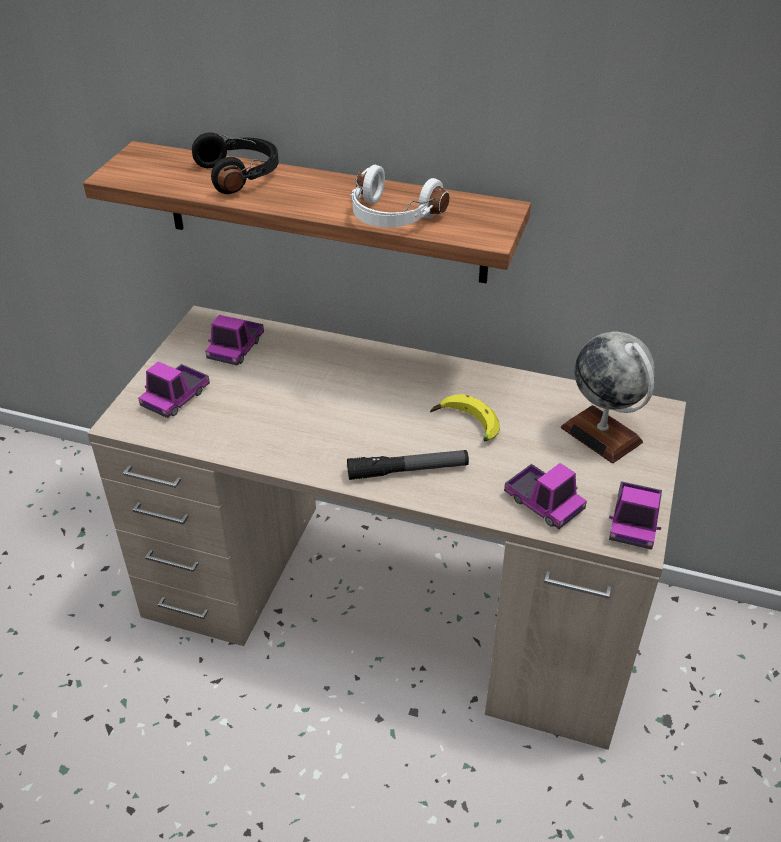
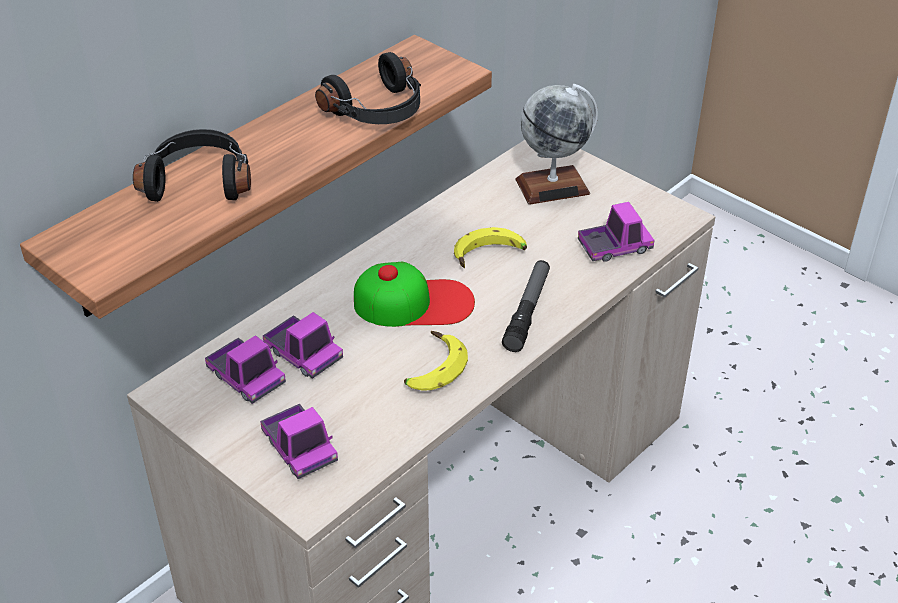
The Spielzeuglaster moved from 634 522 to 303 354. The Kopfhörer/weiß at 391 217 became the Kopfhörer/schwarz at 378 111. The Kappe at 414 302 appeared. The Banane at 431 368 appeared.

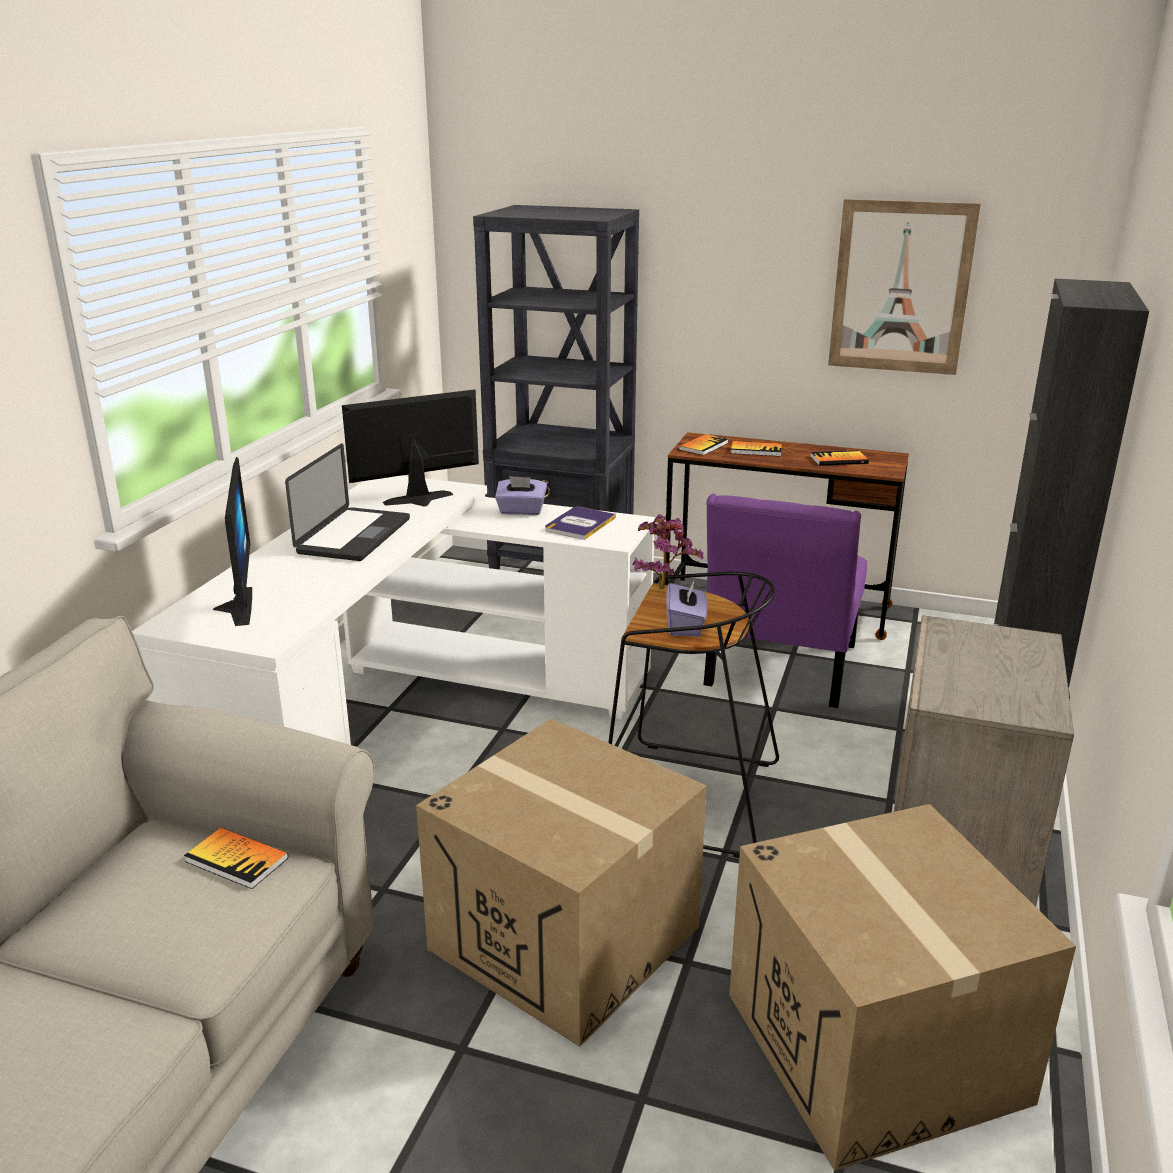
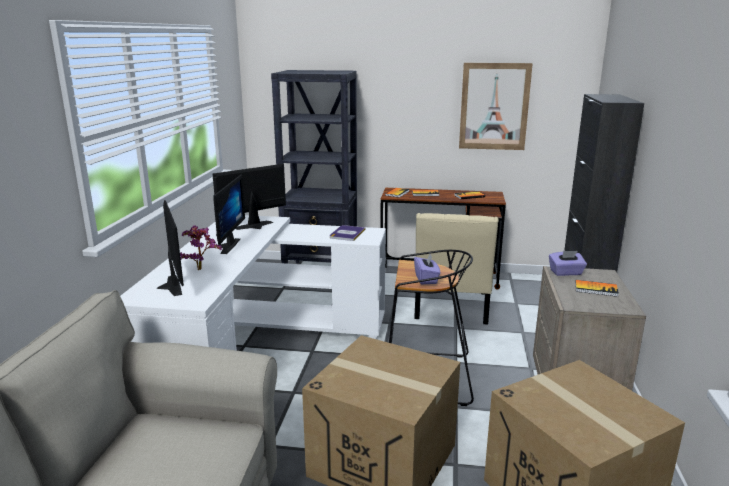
The Topfpflanze moved from 663 587 to 201 268. The Laptop at 354 536 was replaced by the Monitor at 225 246. The Stuhl/lila at 778 670 became the Stuhl/beige at 451 308. The Taschentuchbox/lila moved from 521 511 to 566 273. The Buch moved from 237 860 to 596 289.

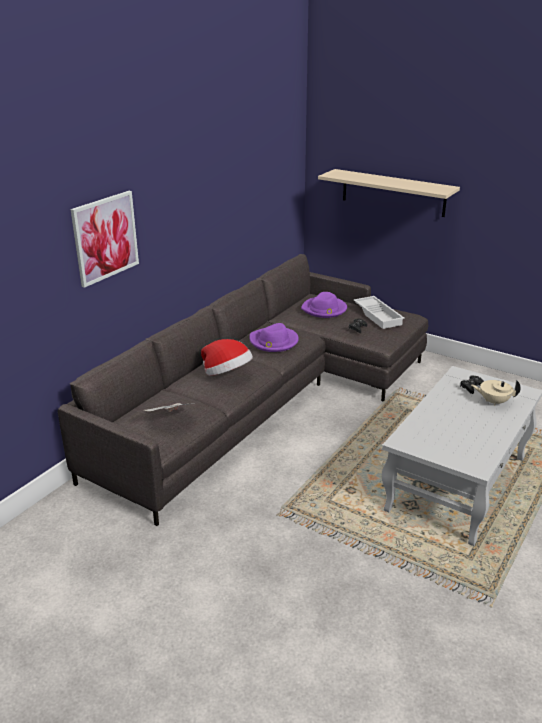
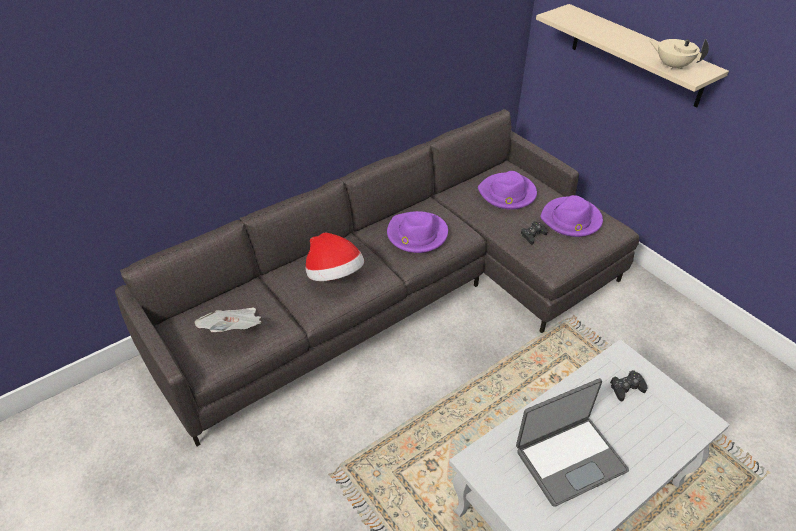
The Laptop at 569 458 appeared. The Tablett/weiß at 378 315 was replaced by the Hut/lila at 571 220. The Teekanne/beige moved from 493 401 to 672 66. The Bild at 105 238 disappeared.

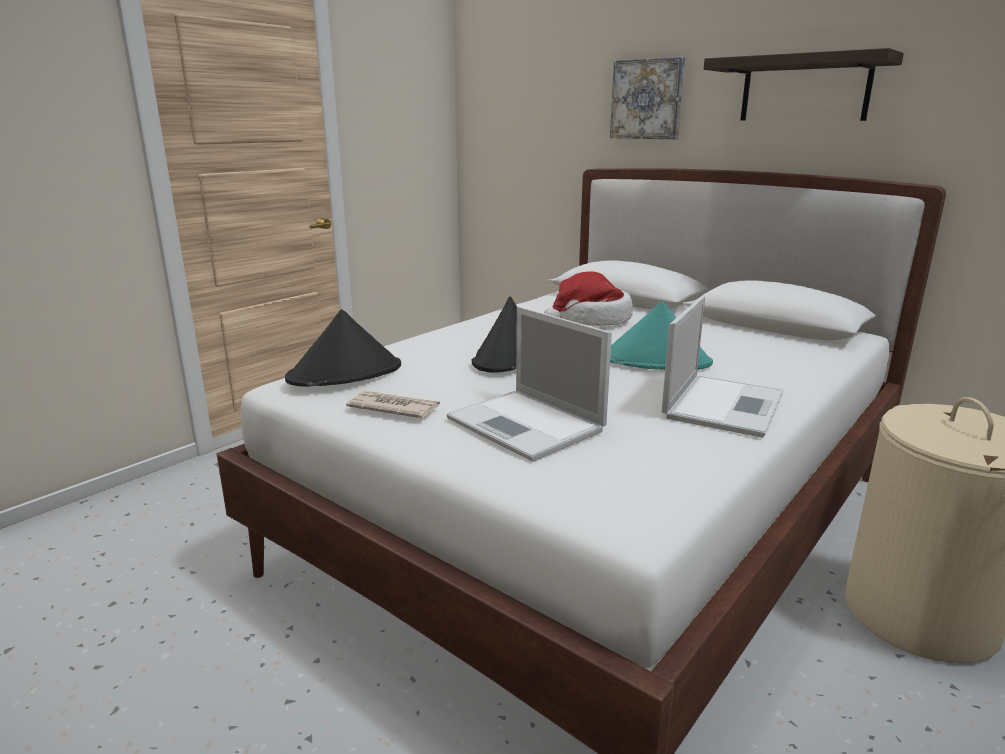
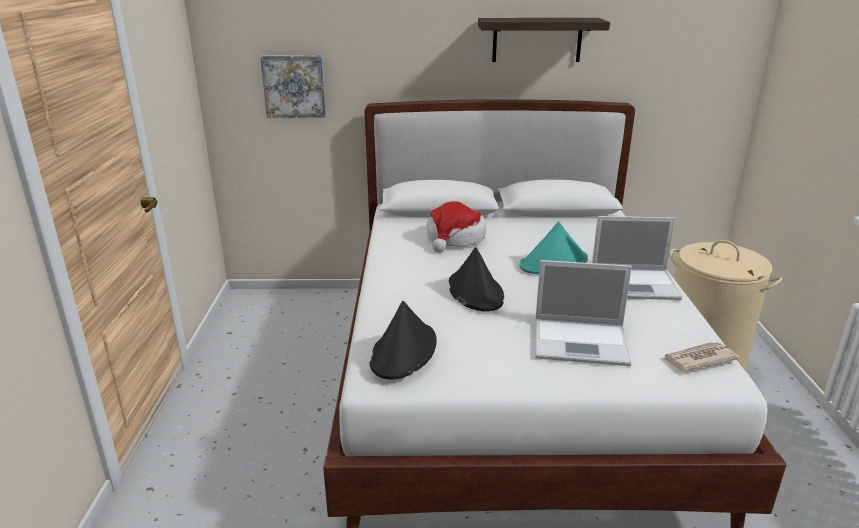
The Bild moved from 648 99 to 294 86. The Laptop at 723 405 turned 105 degrees clockwise. The Zeitung moved from 393 408 to 698 359.

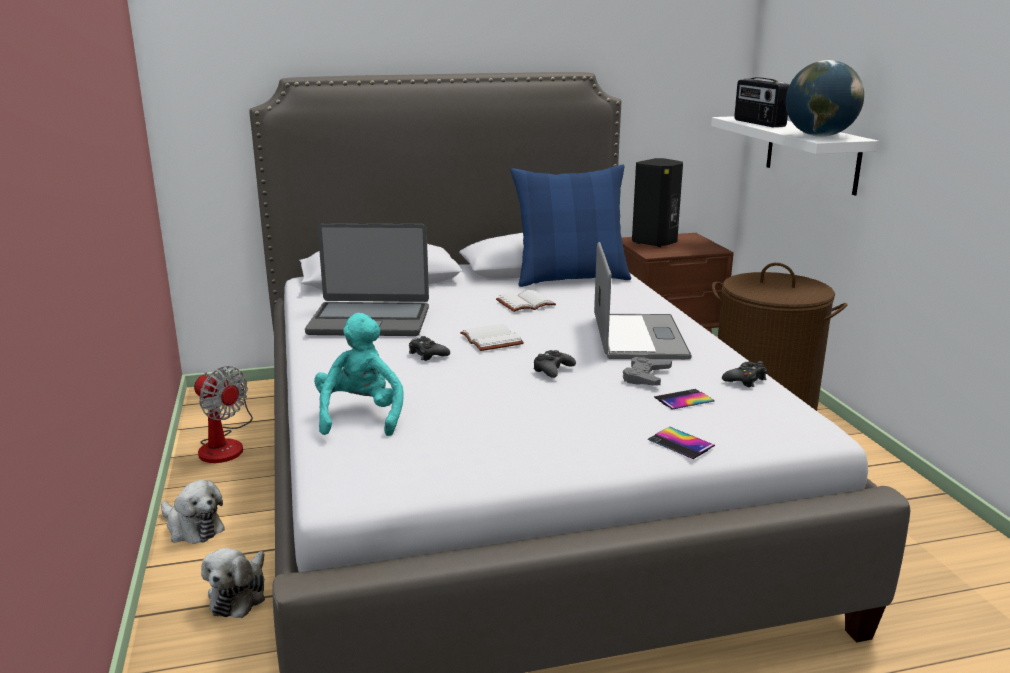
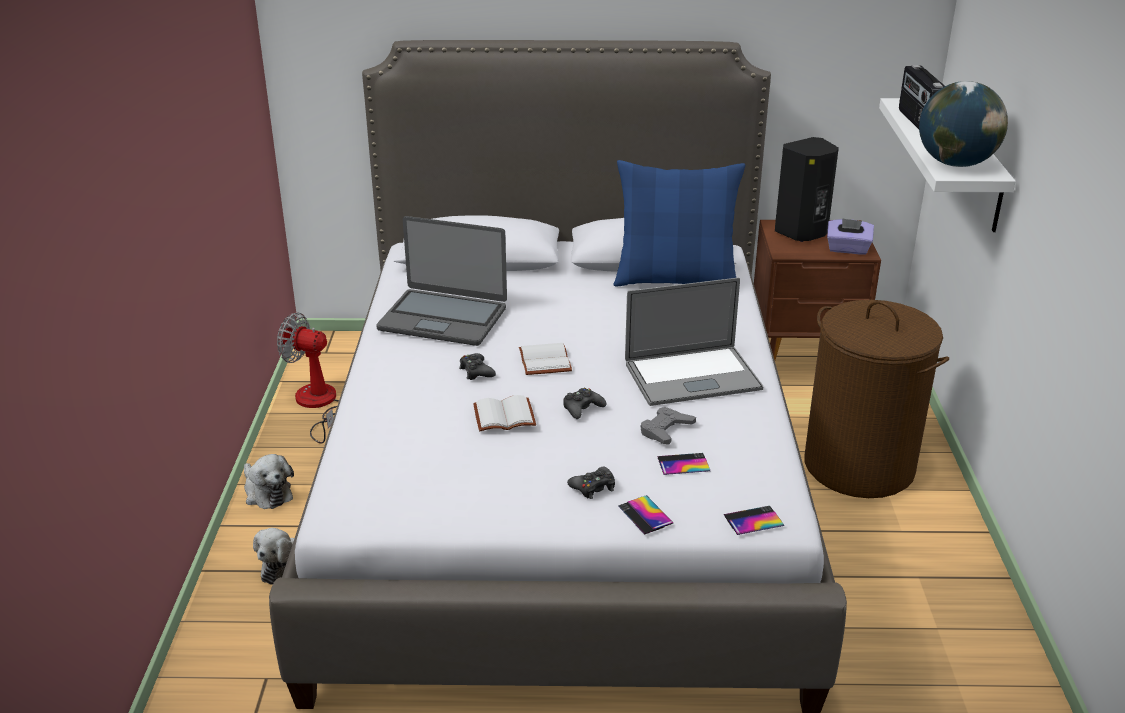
The Ventilator at 225 444 turned 150 degrees clockwise. The Buch/weiß moved from 525 304 to 503 417. The Gamepad/schwarz moved from 745 380 to 593 487. The Laptop at 639 337 turned 60 degrees clockwise. The Handy at 753 520 appeared. The Taschentuchbox/lila at 848 249 appeared. The Plüschtier/türkis at 361 416 disappeared.

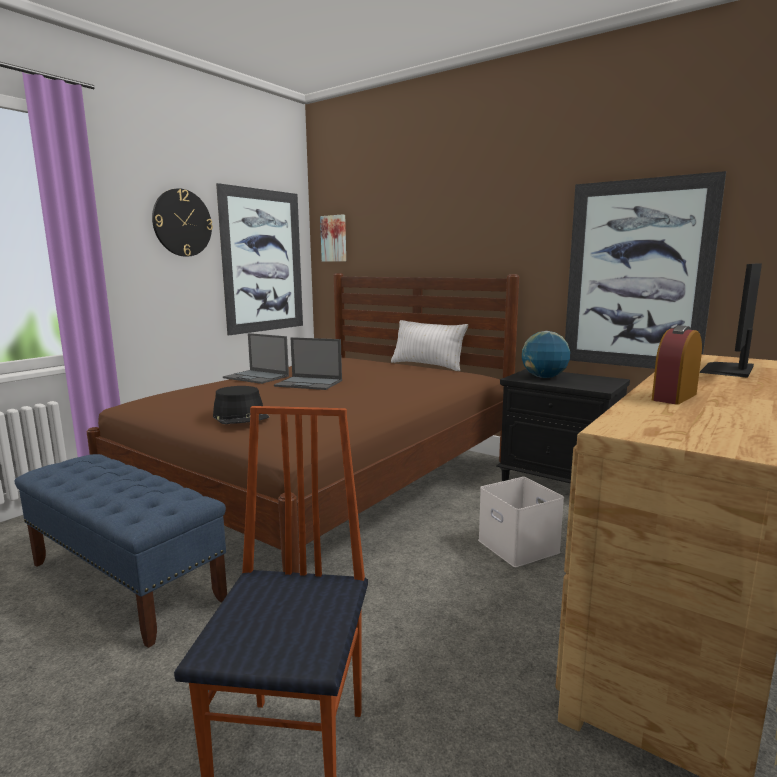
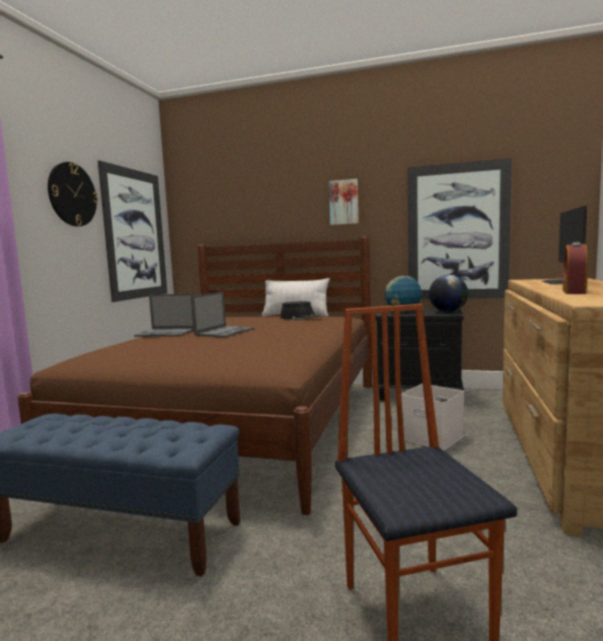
The Laptop at 309 383 turned 60 degrees counterclockwise. The Hut/schwarz moved from 241 416 to 300 317. The Bild moved from 334 238 to 344 202. The Globus at 448 312 appeared.

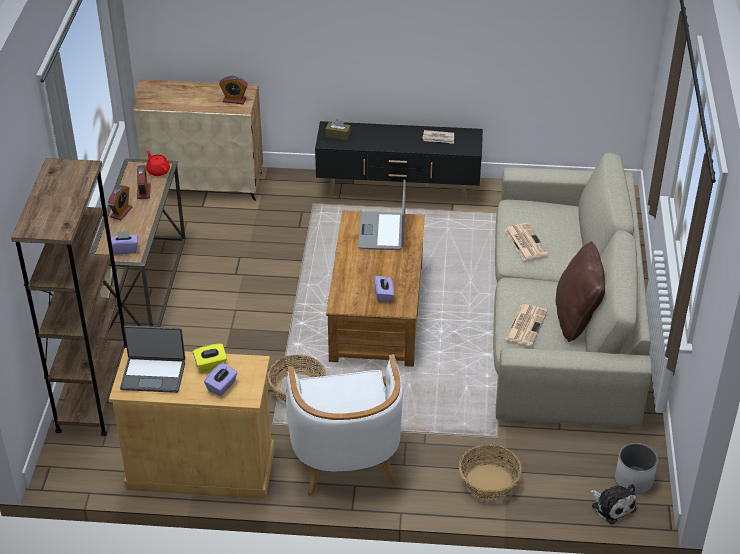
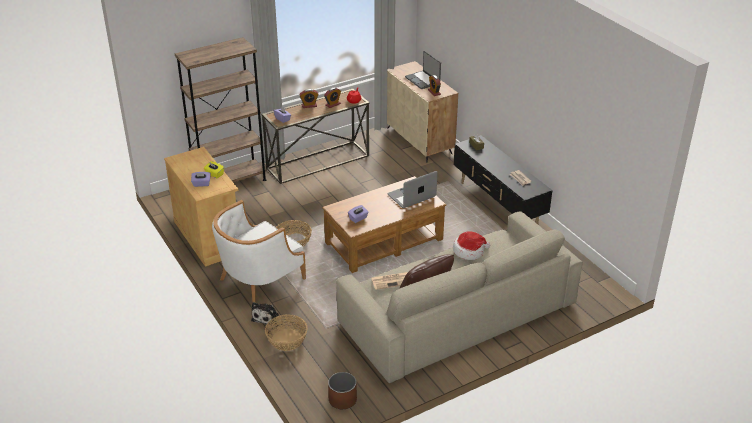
The Plüschtier moved from 612 506 to 266 317. The Pflanzkübel/weiß at 633 480 became the Pflanzkübel/braun at 342 400. The Laptop moved from 153 375 to 423 80. The Zeitung at 525 242 was replaced by the Hut at 469 251.

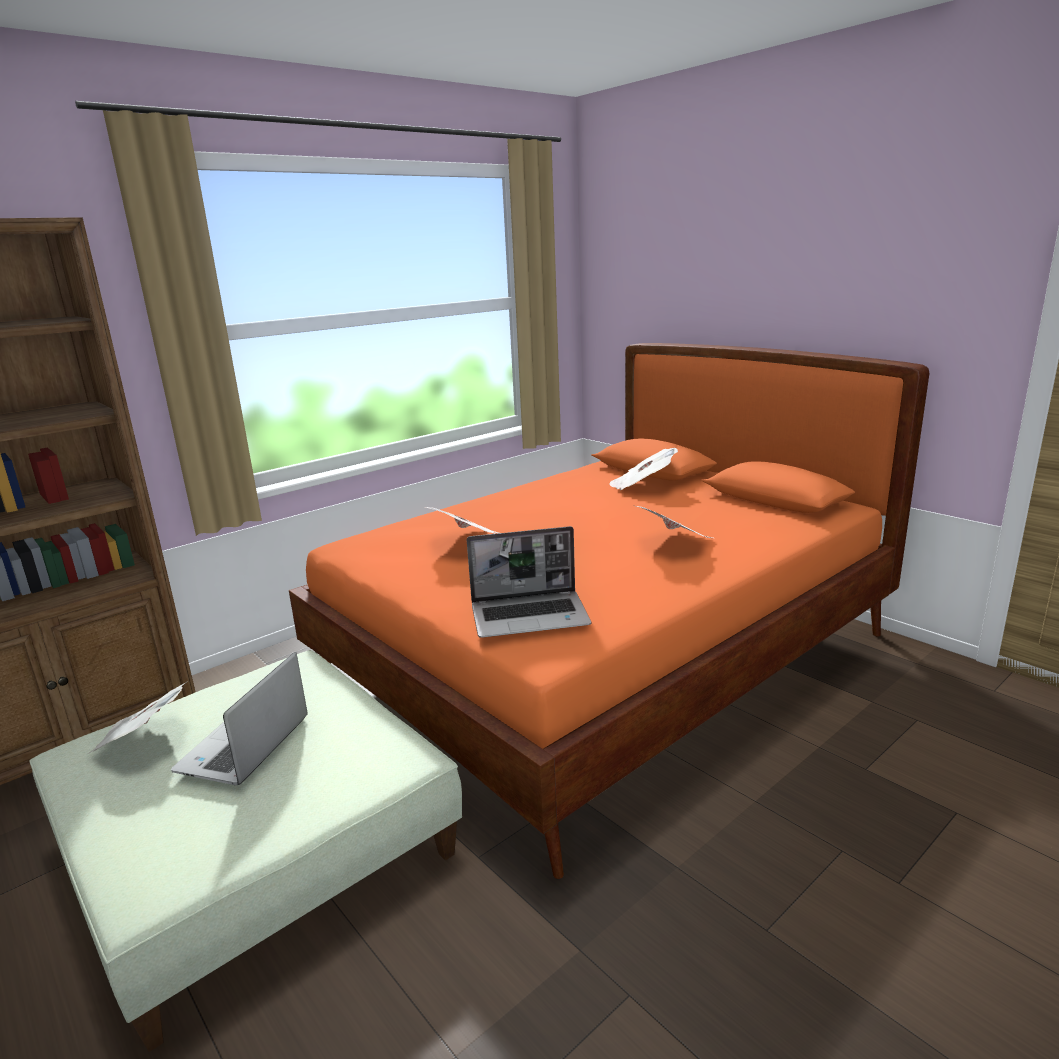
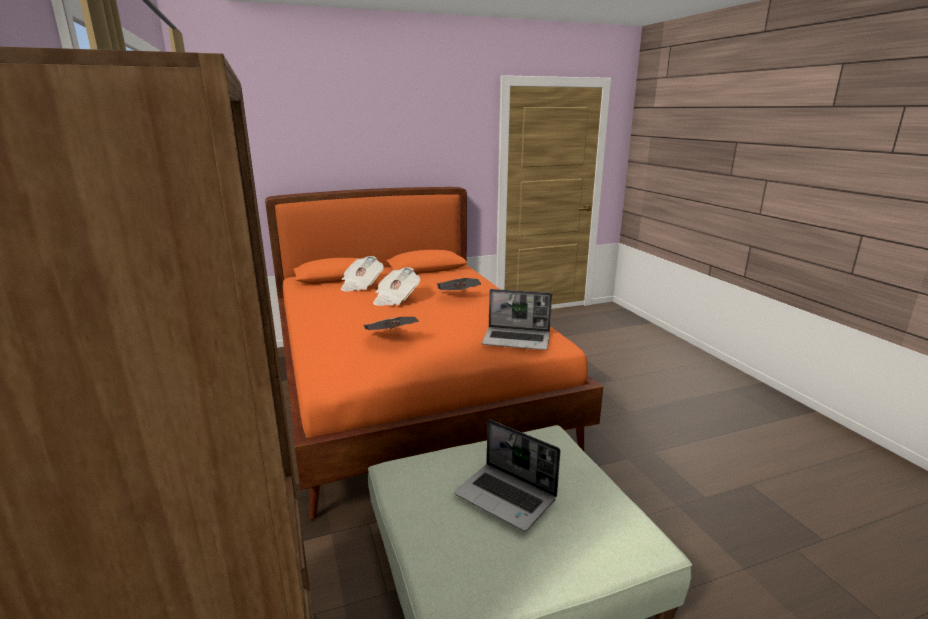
The Zeitung moved from 144 739 to 395 299. The Laptop at 531 616 turned 90 degrees clockwise.

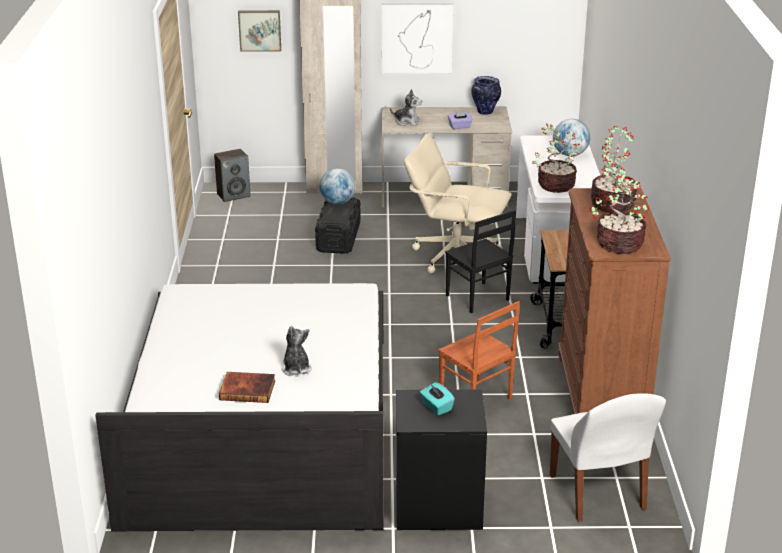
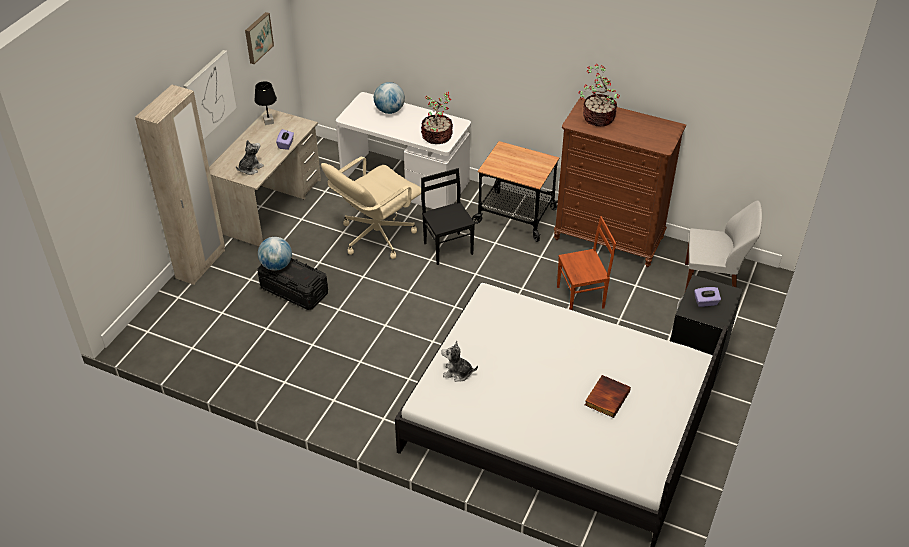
The Bild moved from 260 30 to 257 37. The Vase at 485 112 was replaced by the Tischlampe/schwarz at 268 121. The Stuhl/schwarz at 477 298 turned 105 degrees counterclockwise. The Plüschtier moved from 296 368 to 457 373. The Taschentuchbox/türkis at 436 407 became the Taschentuchbox/lila at 706 302. The Lautsprecher at 233 195 disappeared. The Topfpflanze at 618 244 disappeared.

